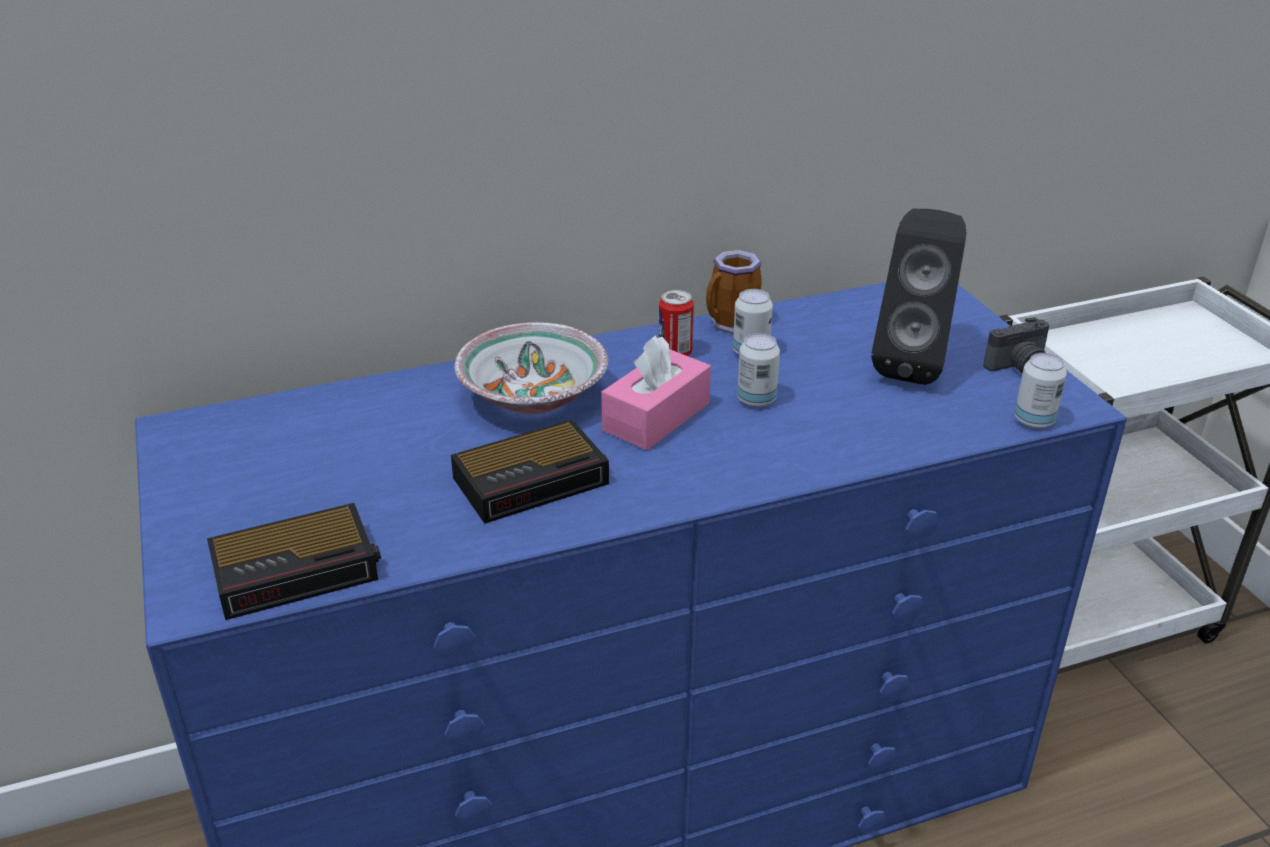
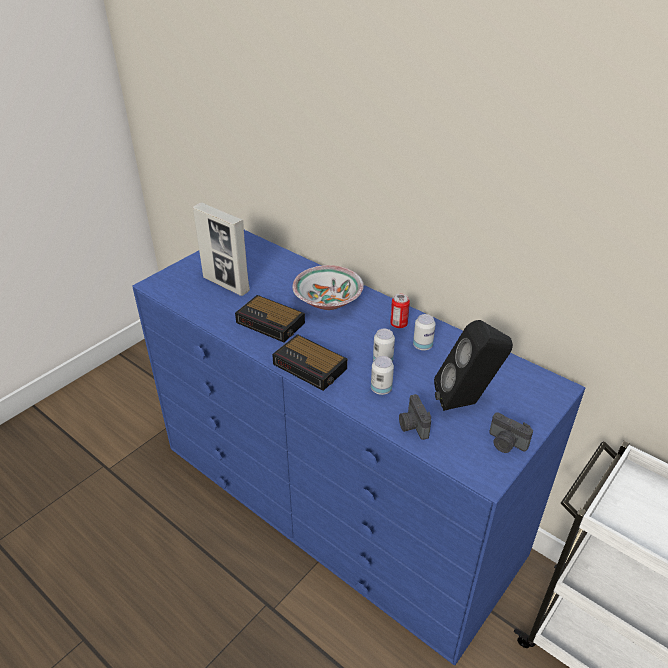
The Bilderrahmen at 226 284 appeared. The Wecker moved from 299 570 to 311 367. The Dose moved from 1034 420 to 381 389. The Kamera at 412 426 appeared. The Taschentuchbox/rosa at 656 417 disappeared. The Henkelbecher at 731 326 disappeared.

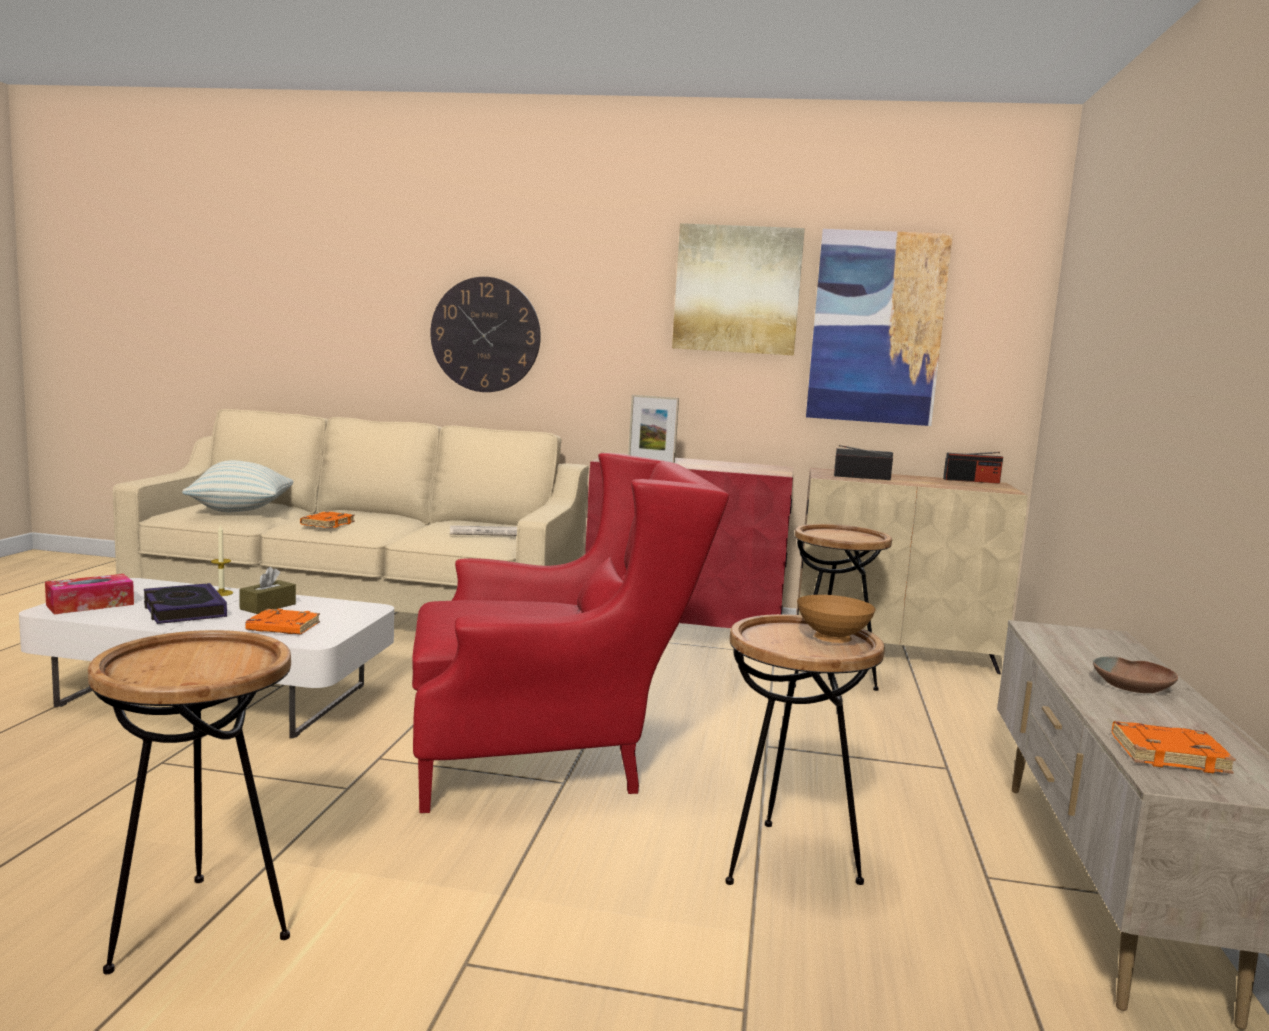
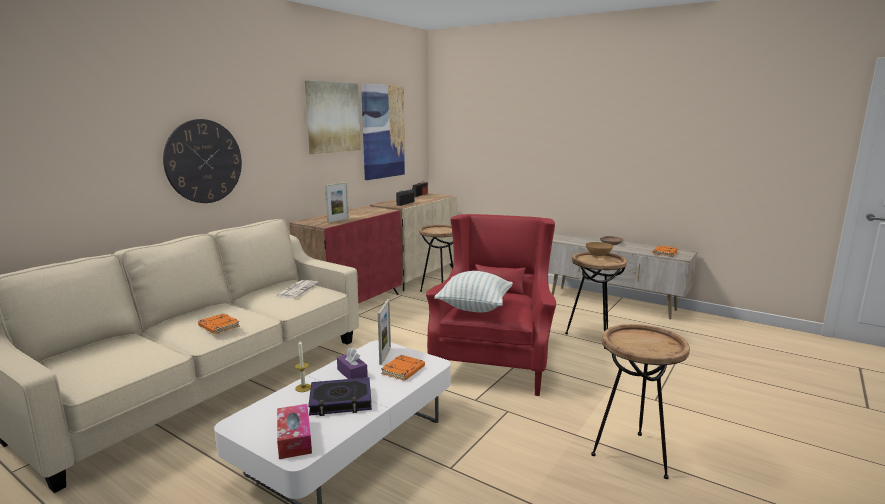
The Taschentuchbox/braun at 268 606 became the Taschentuchbox/lila at 352 373. The Bilderrahmen at 385 355 appeared. The Kissen moved from 241 511 to 474 307.

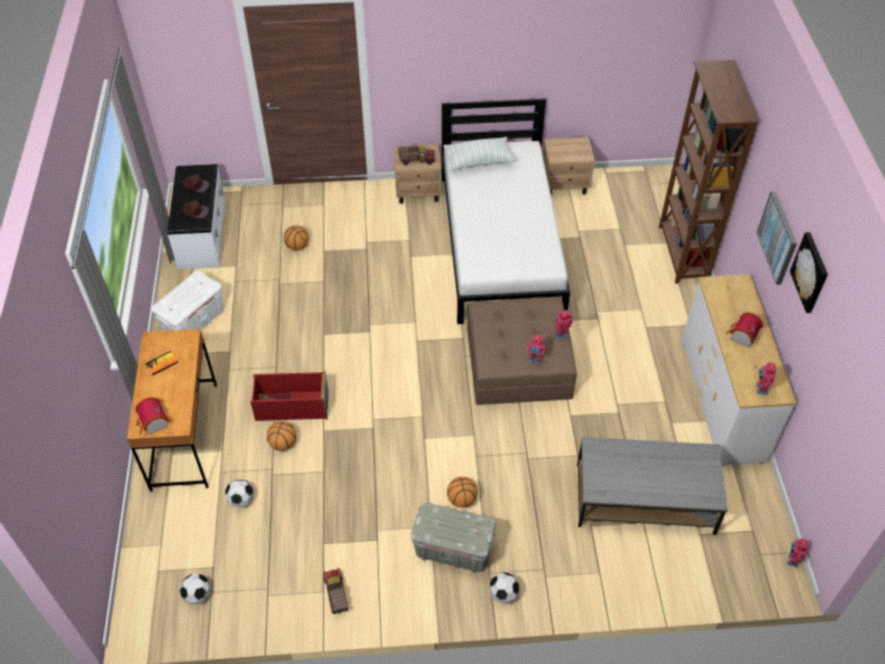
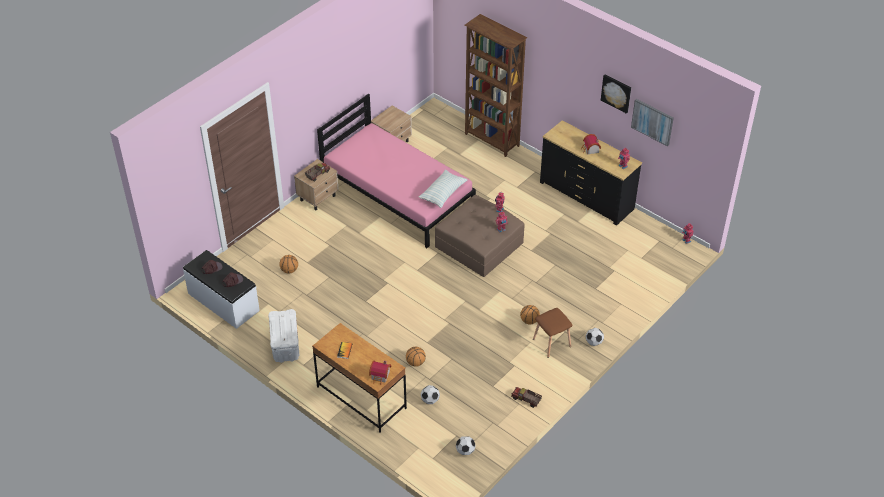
The Bett/weiß at 500 244 became the Bett/rosa at 397 195. The Kissen moved from 478 161 to 443 193. The Aufbewahrungsbox/grau at 452 550 was replaced by the Hocker/braun at 551 343. The Kommode/weiß at 722 399 became the Kommode/schwarz at 586 195. The Bild moved from 778 237 to 652 121. The Aufbewahrungsbox/rot at 291 406 disappeared. The Couchtisch/grau at 645 498 disappeared.

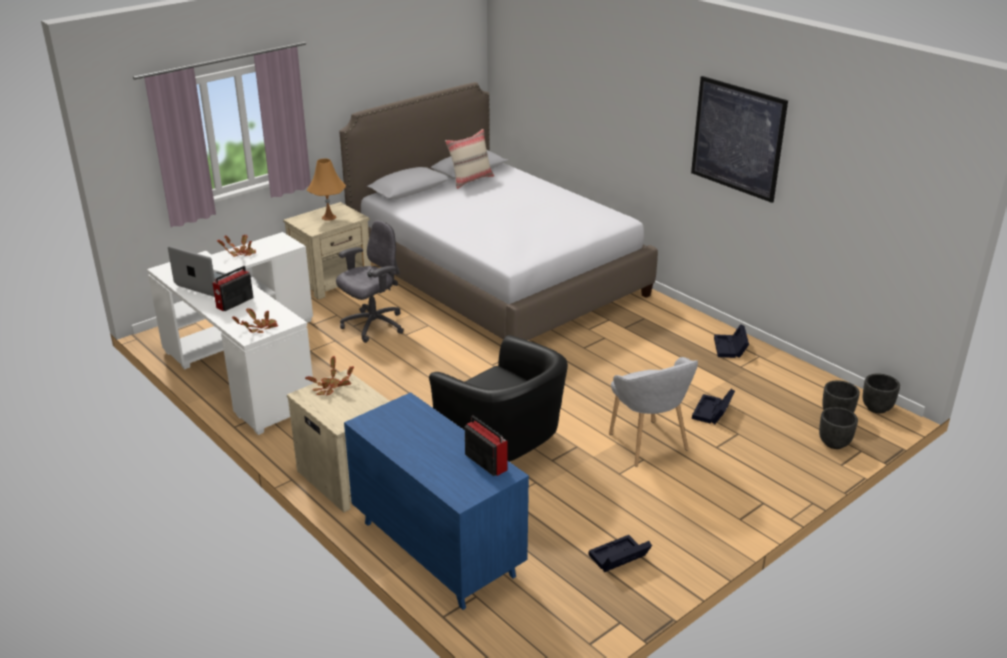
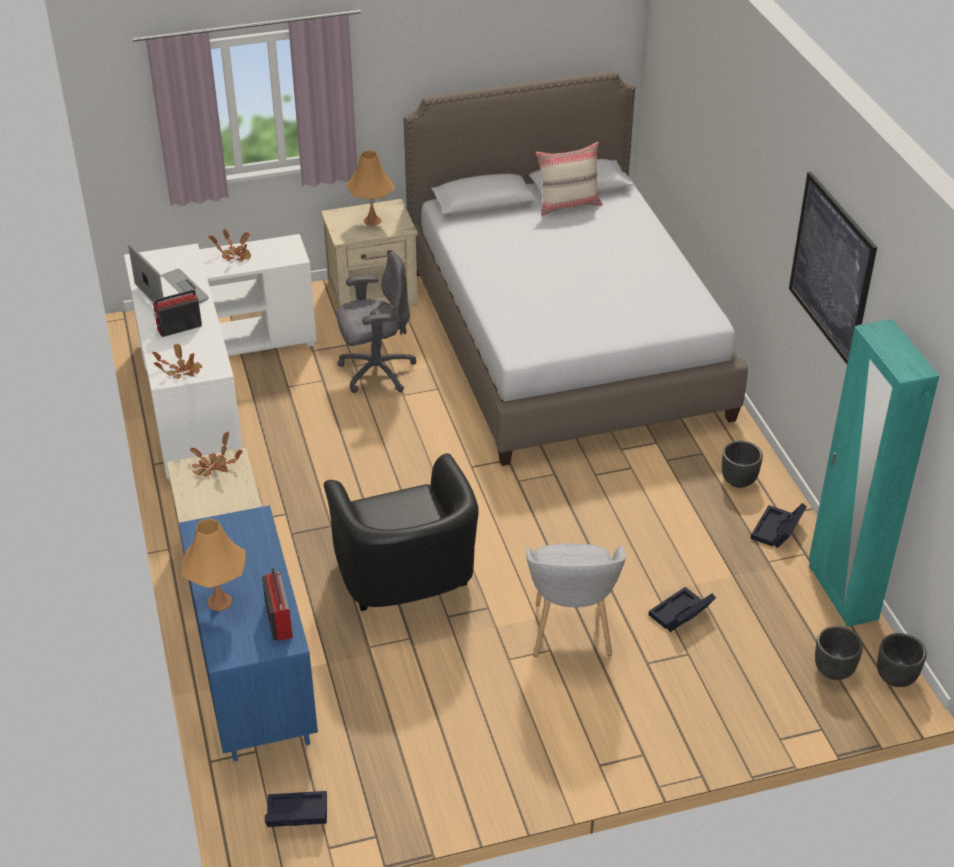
The Tischlampe/orange at 219 601 appeared. The Aufbewahrungsbox/schwarz moved from 618 559 to 295 816. The Pflanzkübel/schwarz moved from 834 443 to 738 480. The Kleiderschrank/türkis at 841 593 appeared.

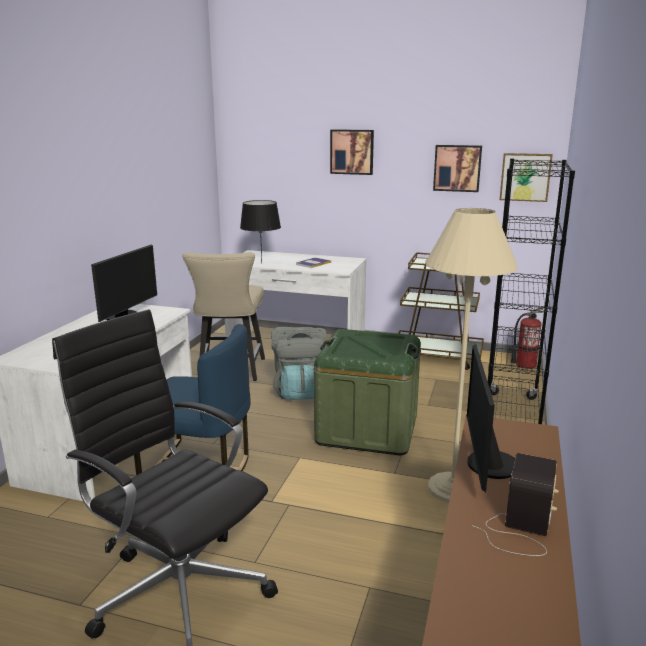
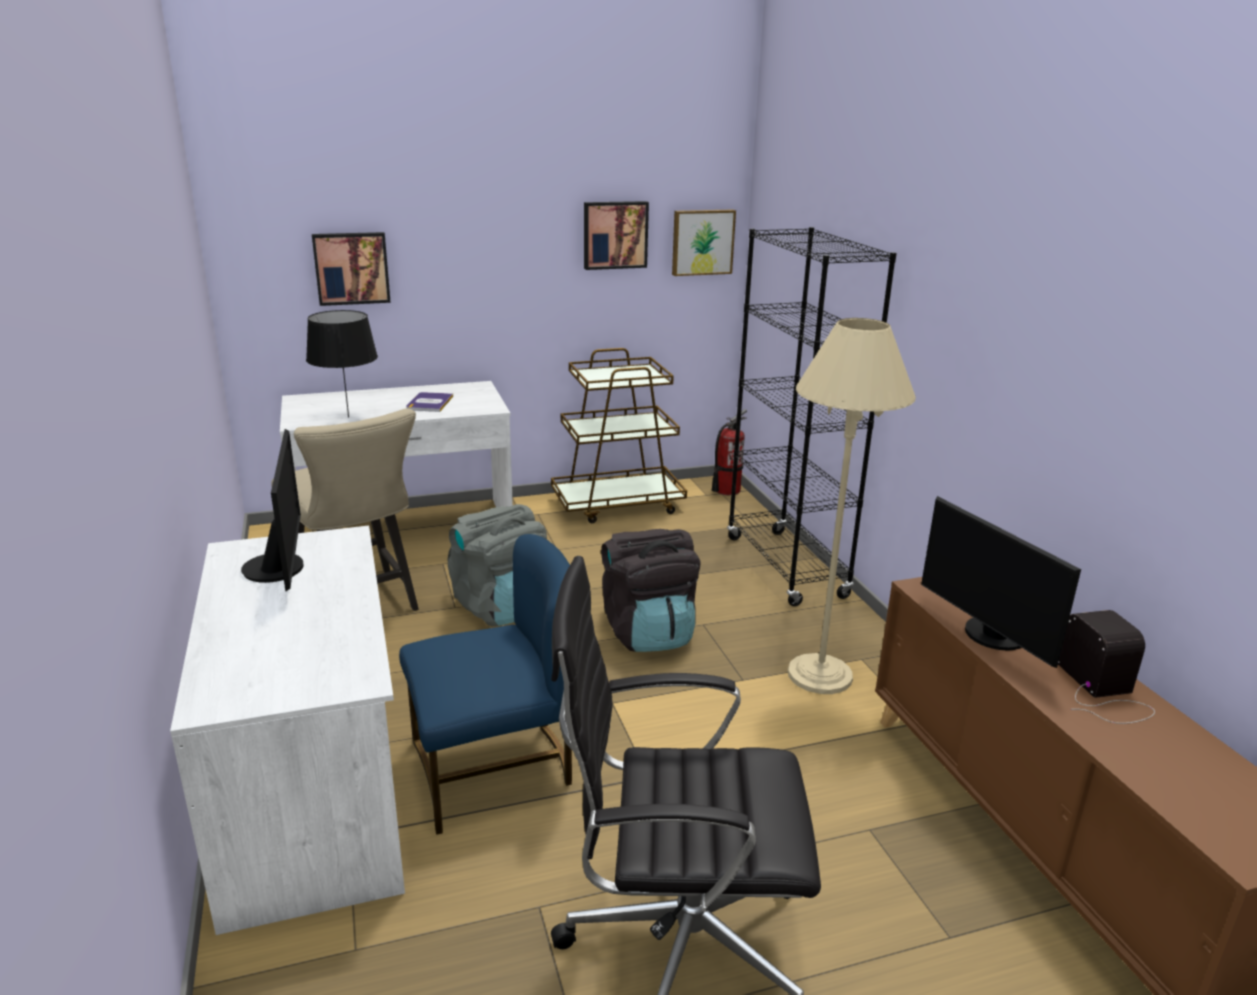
The Bild moved from 352 152 to 351 268. The Aufbewahrungsbox/grün at 367 429 was replaced by the Rucksack/schwarz at 648 632.

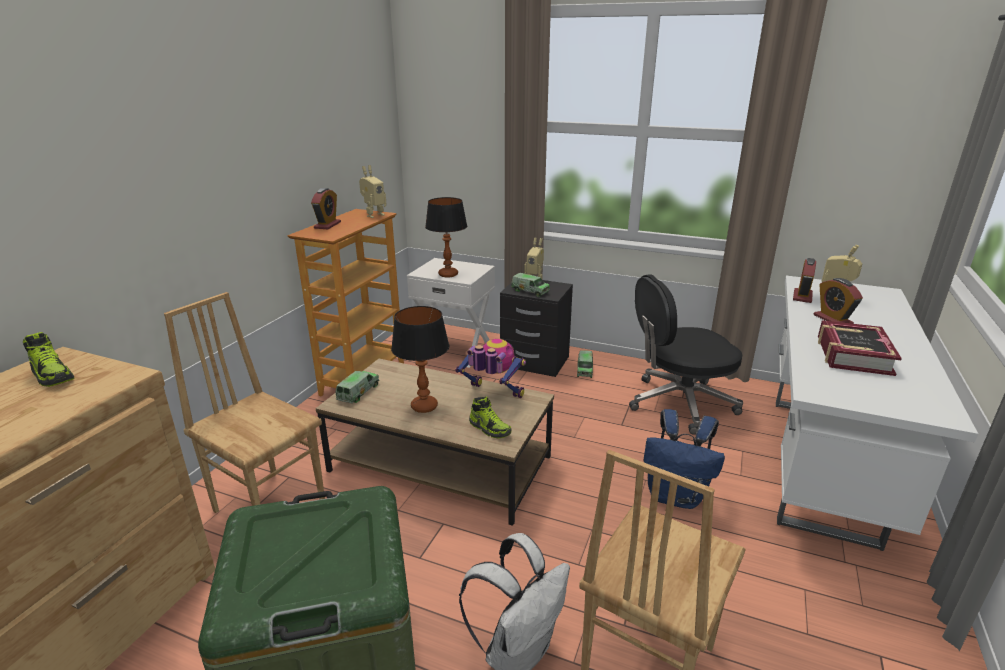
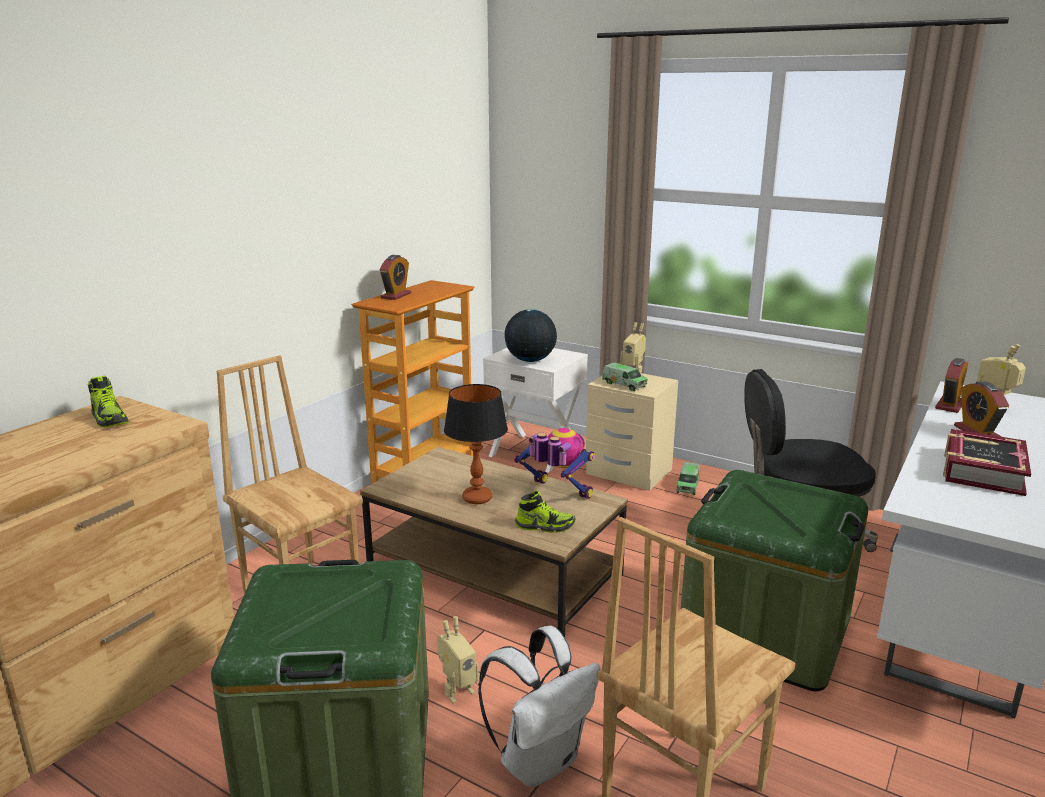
The Spielzeugroboter moved from 374 215 to 457 691. The Tischlampe at 448 274 was replaced by the Globus at 530 360. The Schuh at 490 428 turned 45 degrees counterclockwise. The Nachttisch/schwarz at 535 362 became the Nachttisch/beige at 628 472. The Rucksack/blau at 676 496 was replaced by the Aufbewahrungsbox/grün at 765 631. The Spielzeuglaster at 358 392 disappeared.

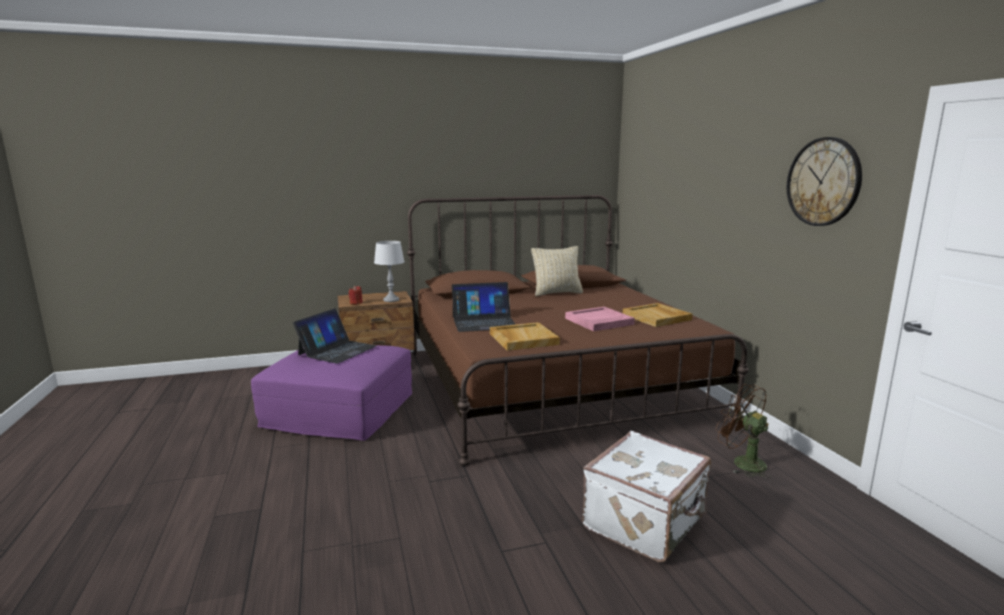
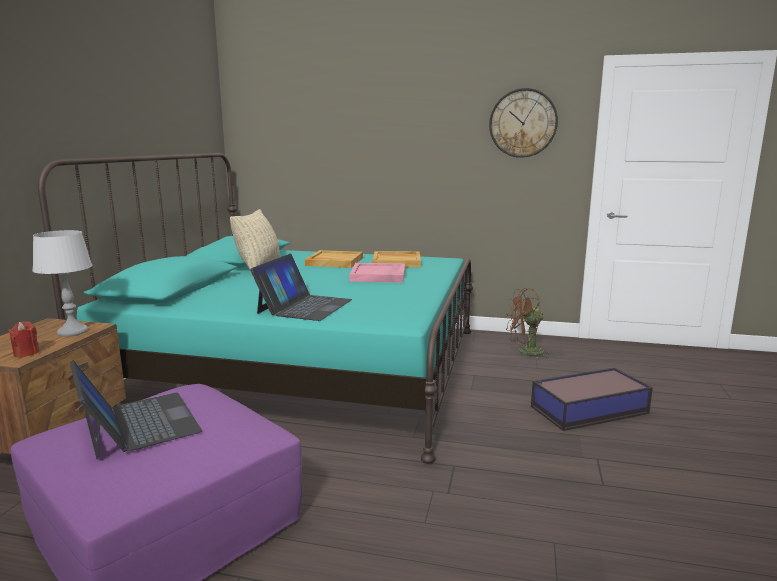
The Bett/braun at 552 383 became the Bett/türkis at 305 367. The Tablett/beige moved from 523 339 to 334 261. The Koffer/weiß at 646 523 was replaced by the Aufbewahrungsbox at 587 410.

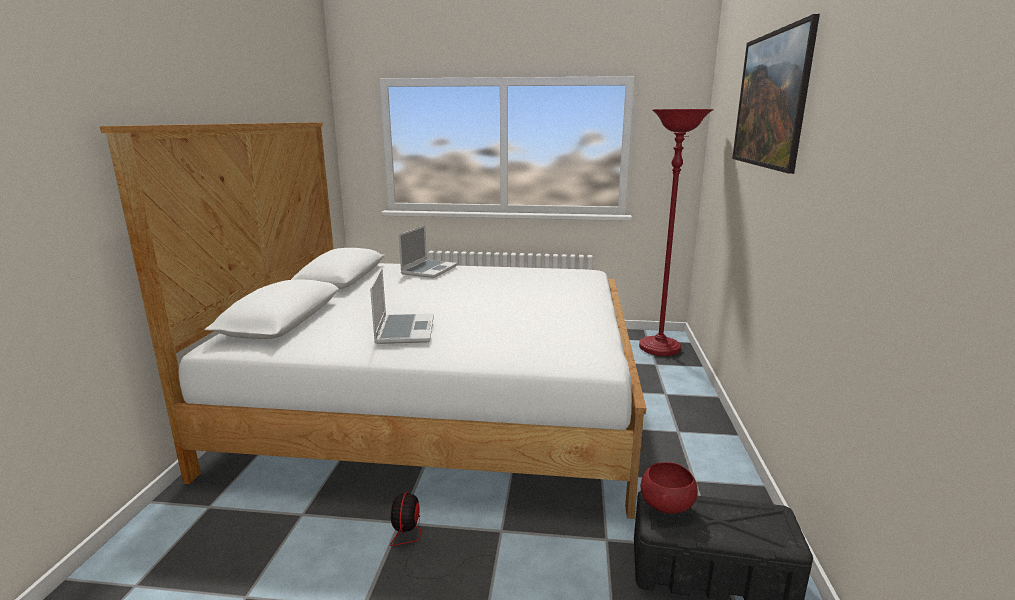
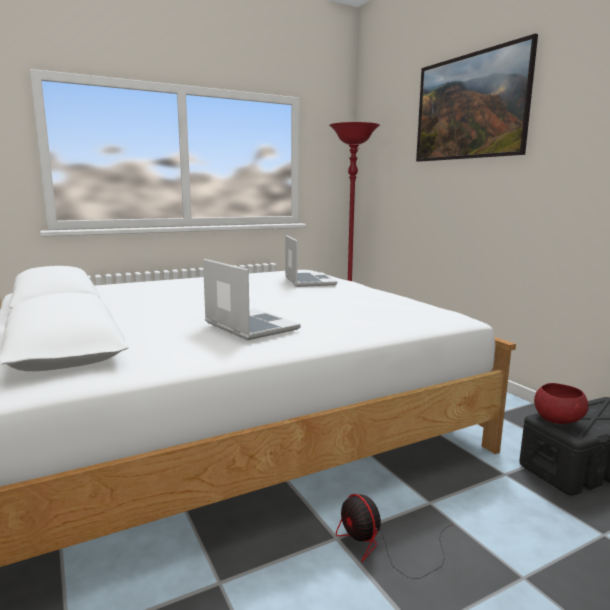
The Laptop moved from 429 270 to 308 281.

